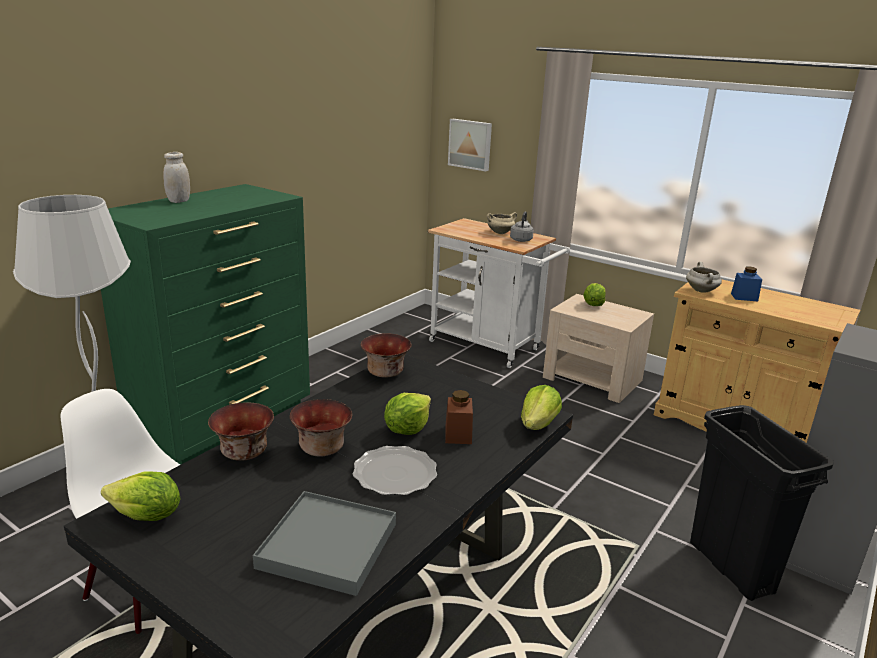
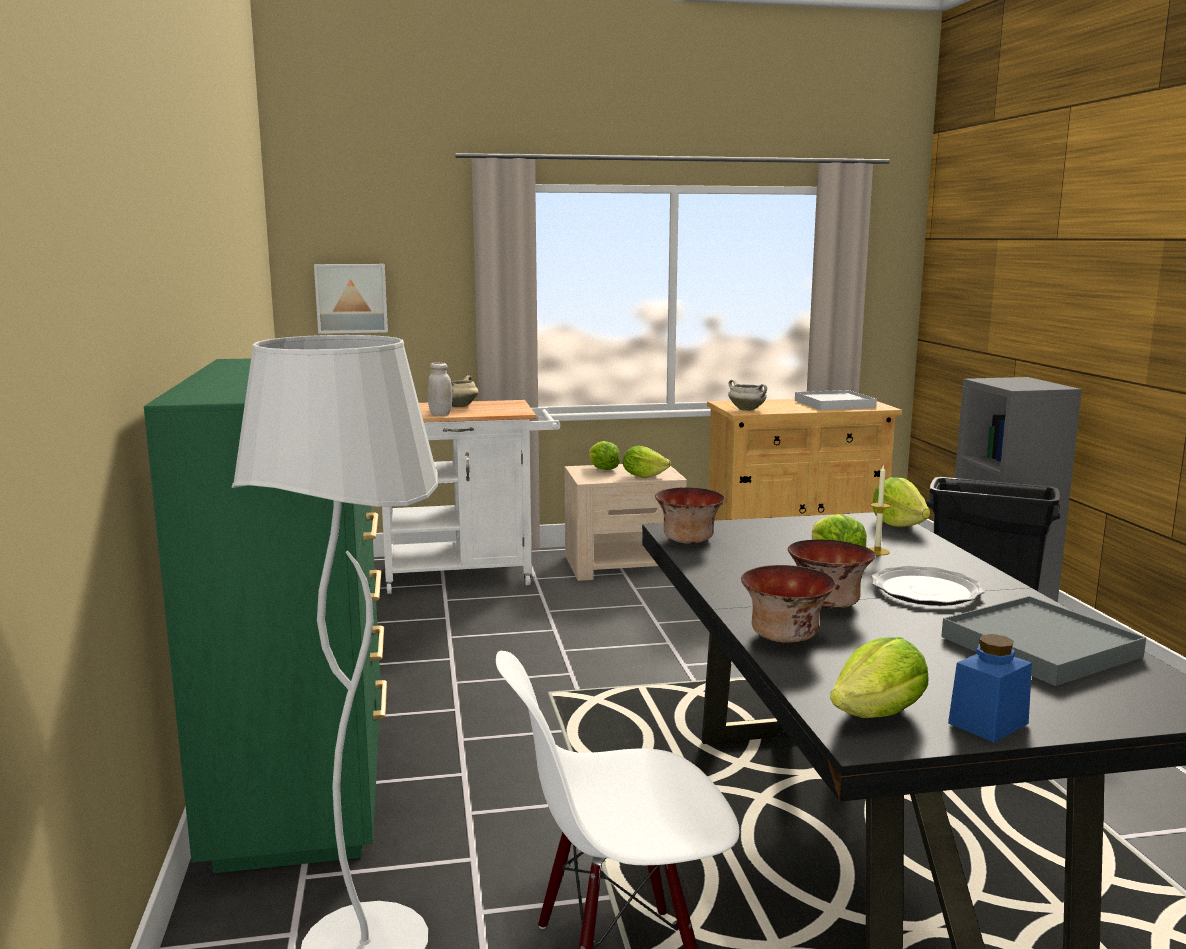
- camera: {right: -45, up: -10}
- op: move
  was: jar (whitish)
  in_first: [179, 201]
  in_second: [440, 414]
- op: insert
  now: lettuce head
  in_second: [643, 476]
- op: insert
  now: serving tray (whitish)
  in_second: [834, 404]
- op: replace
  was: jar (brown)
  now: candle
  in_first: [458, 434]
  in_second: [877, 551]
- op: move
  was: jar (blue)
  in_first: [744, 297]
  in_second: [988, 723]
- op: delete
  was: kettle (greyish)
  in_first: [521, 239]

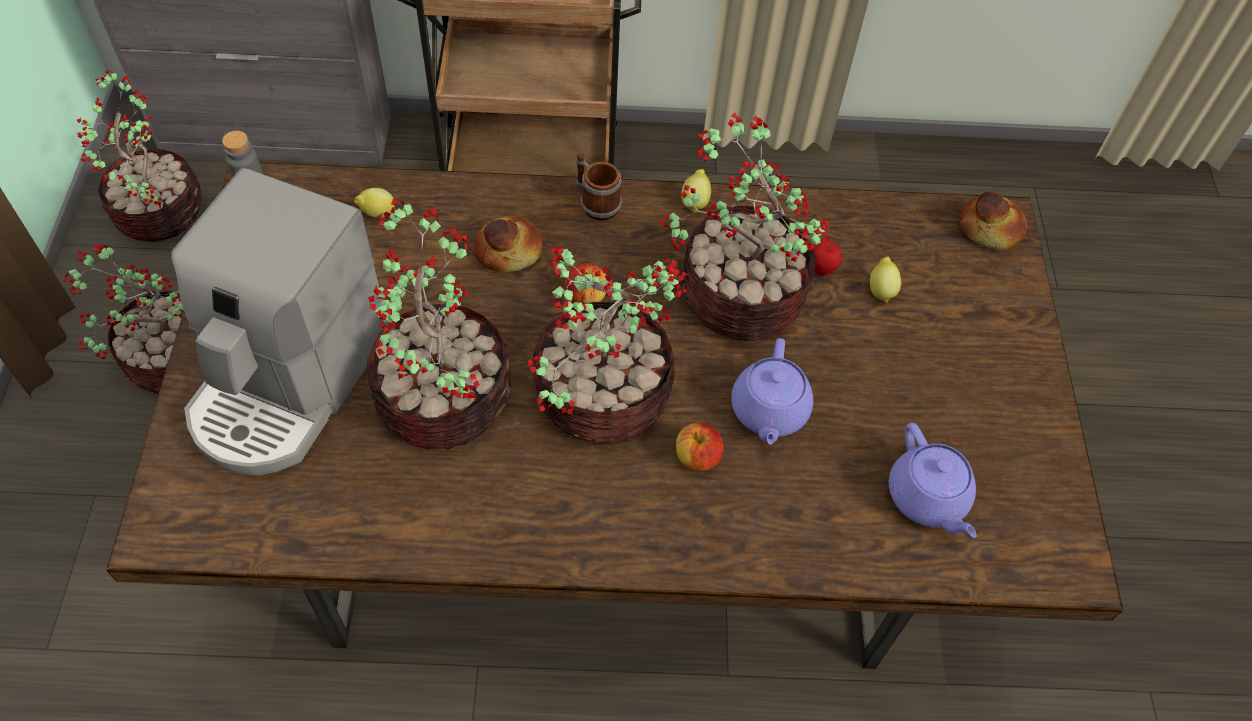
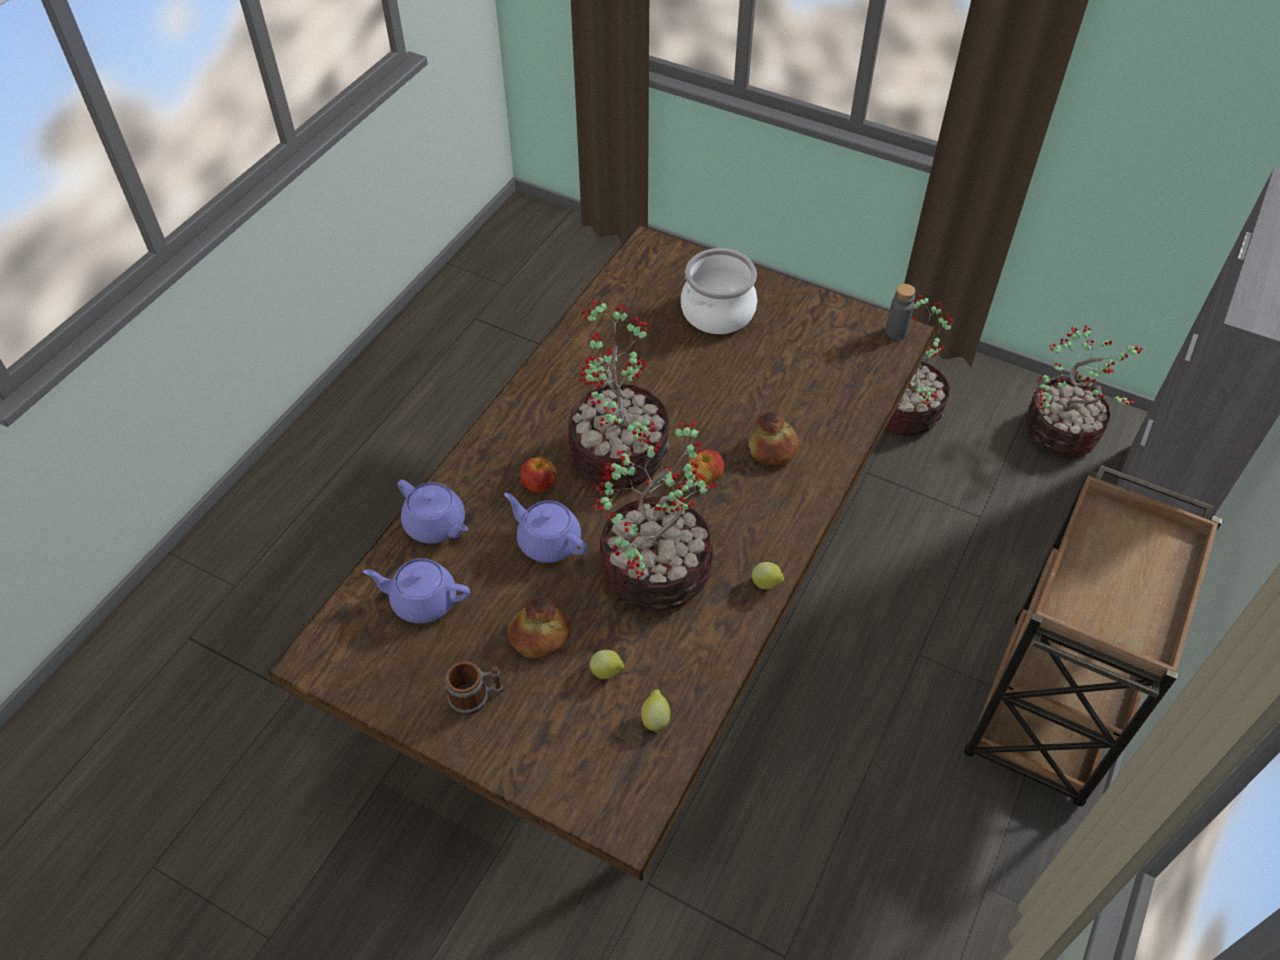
- camera: {right: 120, up: -5}
- op: insert
  now: pot for tea (purplish)
  in_second: [436, 525]
- op: move
  was: mug
  in_first: [595, 202]
  in_second: [476, 697]
- op: move
  was: bakery bread
  in_first: [989, 230]
  in_second: [539, 635]
- op: move
  was: citrus fruit
  in_first: [377, 214]
  in_second: [655, 718]
- op: replace
  was: coffee machine
  now: cooking pot
  in_first: [289, 383]
  in_second: [718, 312]
- op: delete
  was: houseplant
  in_first: [443, 394]
- op: delete
  was: apple fruit
  in_first: [821, 270]

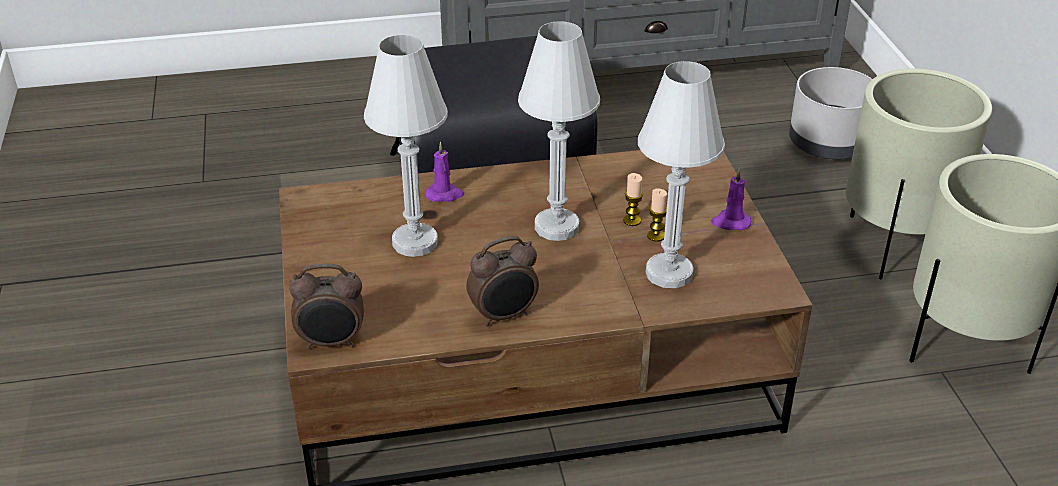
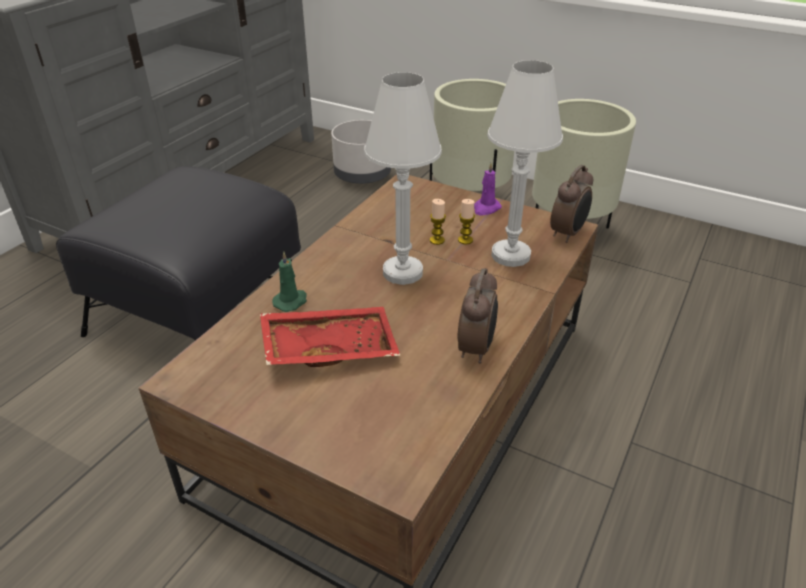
- camera: {right: -50, up: 0}
- op: replace
  was: table lamp (whitish)
  now: serving tray (reddish)
  in_first: [415, 242]
  in_second: [329, 347]
- op: recolor
  was: candle (purplish)
  now: candle (green)
  in_first: [444, 194]
  in_second: [291, 301]
- op: move
  was: bedside clock
  in_first: [332, 342]
  in_second: [568, 233]

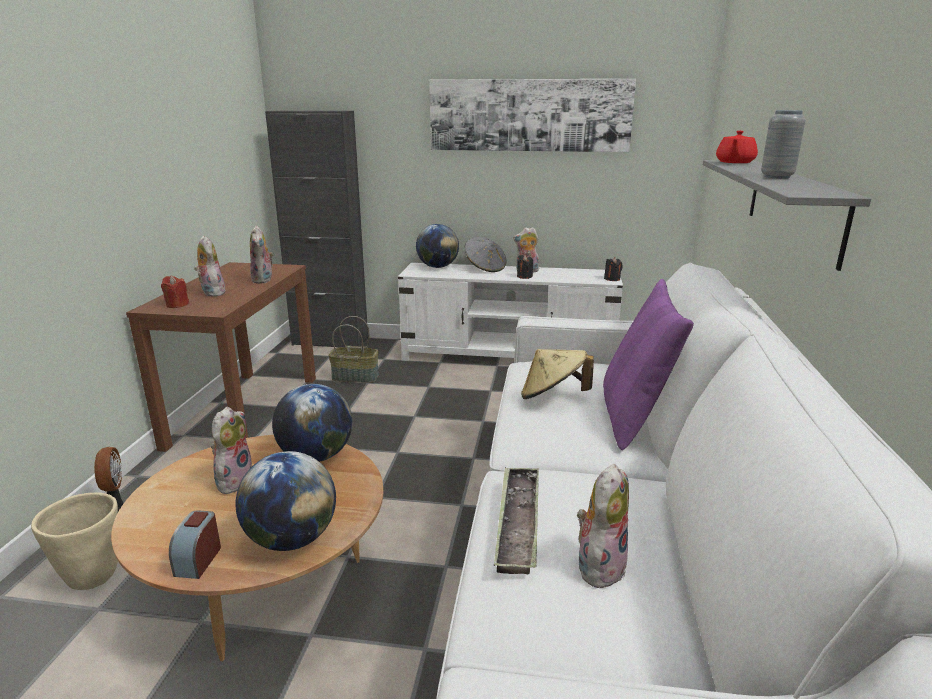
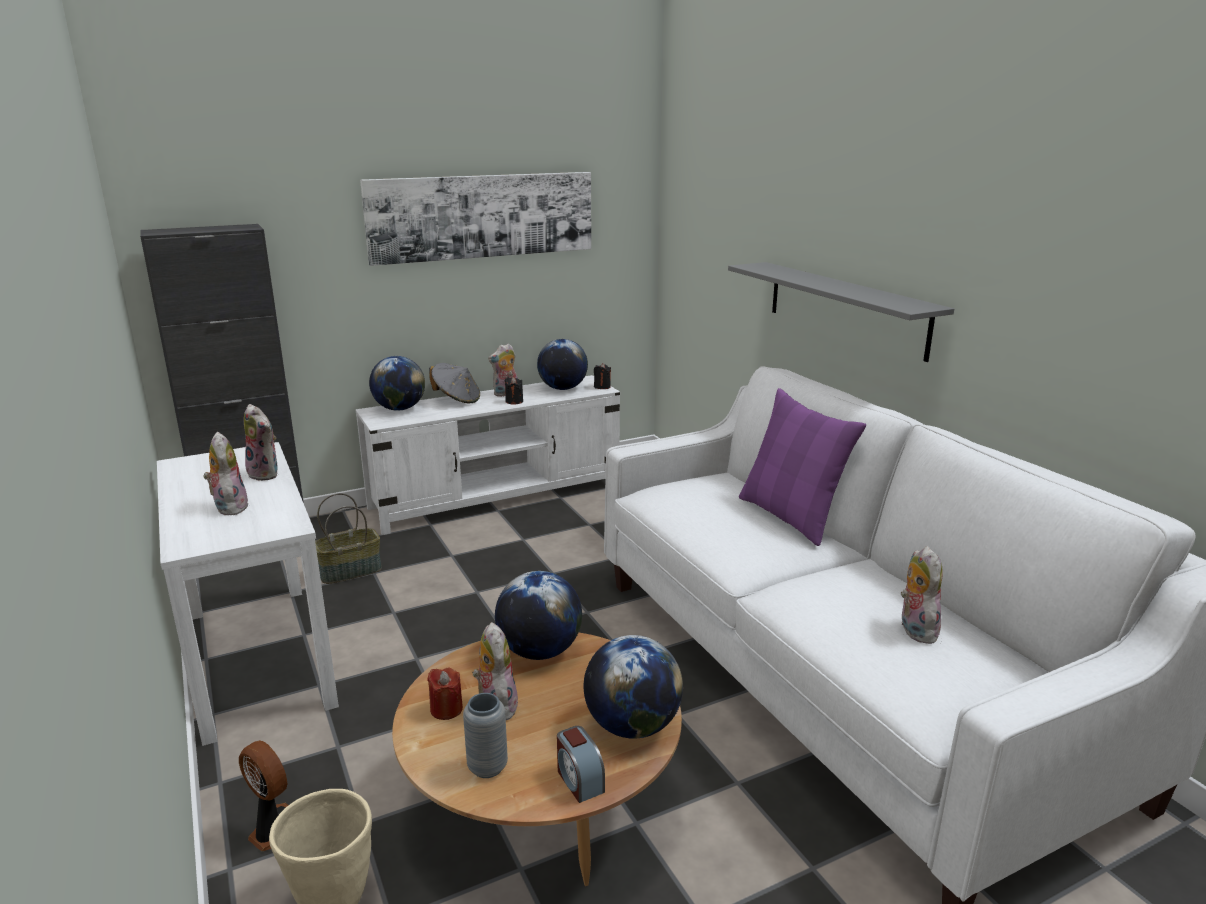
- camera: {right: -35, up: 0}
- op: recolor
  was: console table (brown)
  now: console table (whitish)
  in_first: [245, 410]
  in_second: [257, 655]
- op: rotate
  was: soft toy
  in_first: [211, 293]
  in_second: [229, 507]
  clockwise: 45
- op: move
  was: candle (reddish)
  in_first: [177, 305]
  in_second: [446, 709]
- op: move
  was: decorative vase (greyish)
  in_first: [777, 177]
  in_second: [487, 767]
- op: insert
  now: world globe
  in_second: [562, 388]
- op: delete
  was: serving tray
  in_first: [518, 523]
- op: delete
  was: hat (sand-coloured)
  in_first: [553, 396]
- op: delete
  was: pot for tea (reddish)
  in_first: [734, 162]

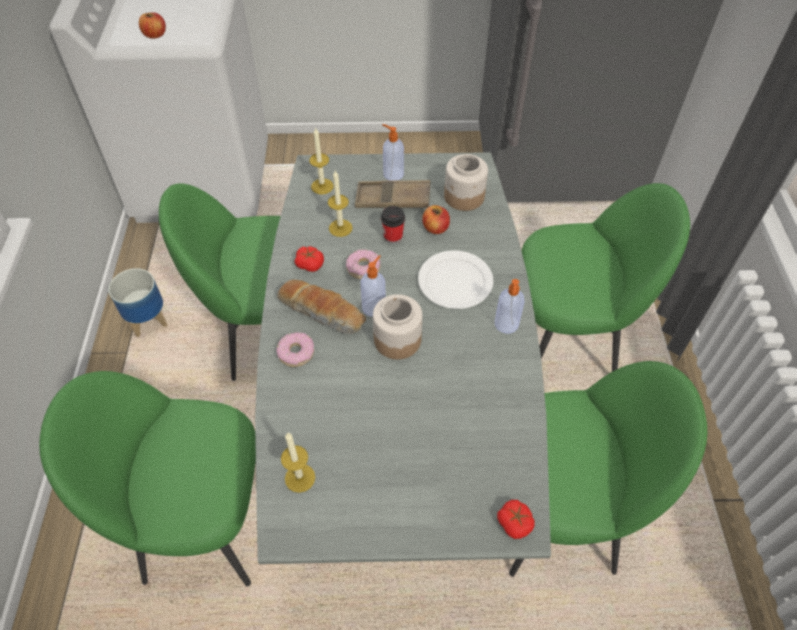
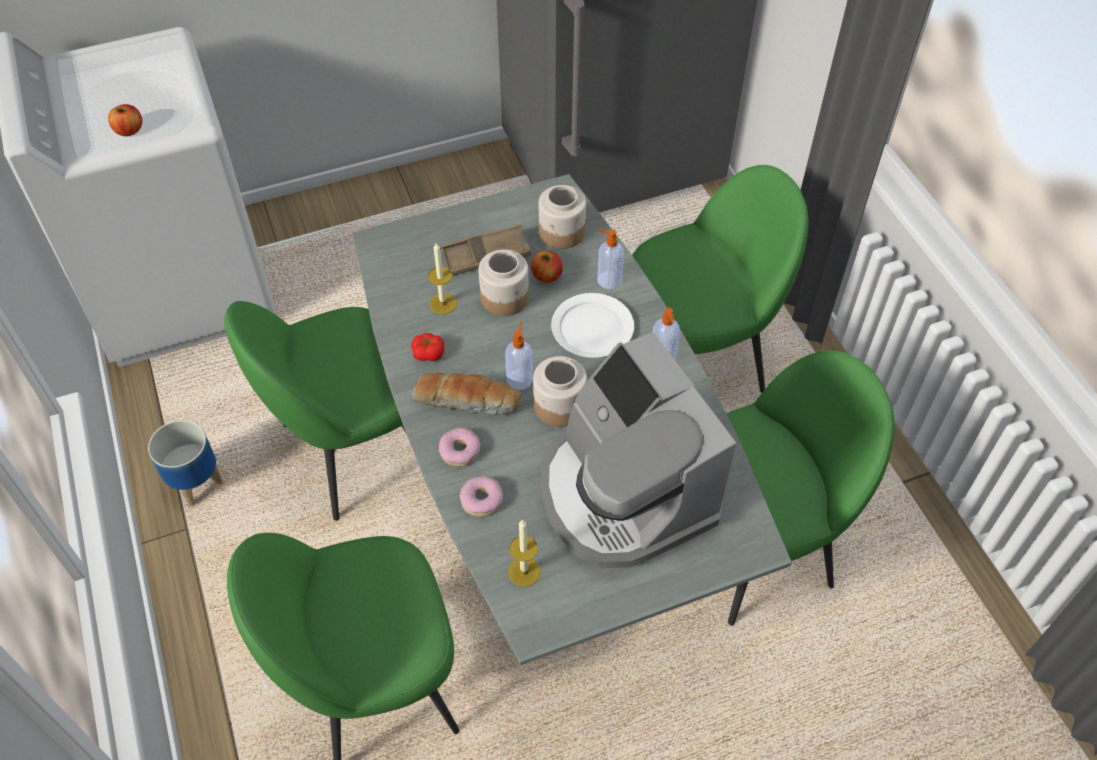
- camera: {right: -20, up: 0}
- op: move
  was: donut
  in_first: [363, 268]
  in_second: [482, 500]
- op: replace
  was: small cup
  now: jar
  in_first: [393, 237]
  in_second: [505, 298]
- op: insert
  now: coffee machine
  in_second: [623, 493]
- op: move
  was: liquid soap bottle
  in_first: [392, 174]
  in_second: [608, 280]
- op: delete
  was: candle
  in_first: [322, 186]
- op: delete
  was: tomato
  in_first: [514, 522]

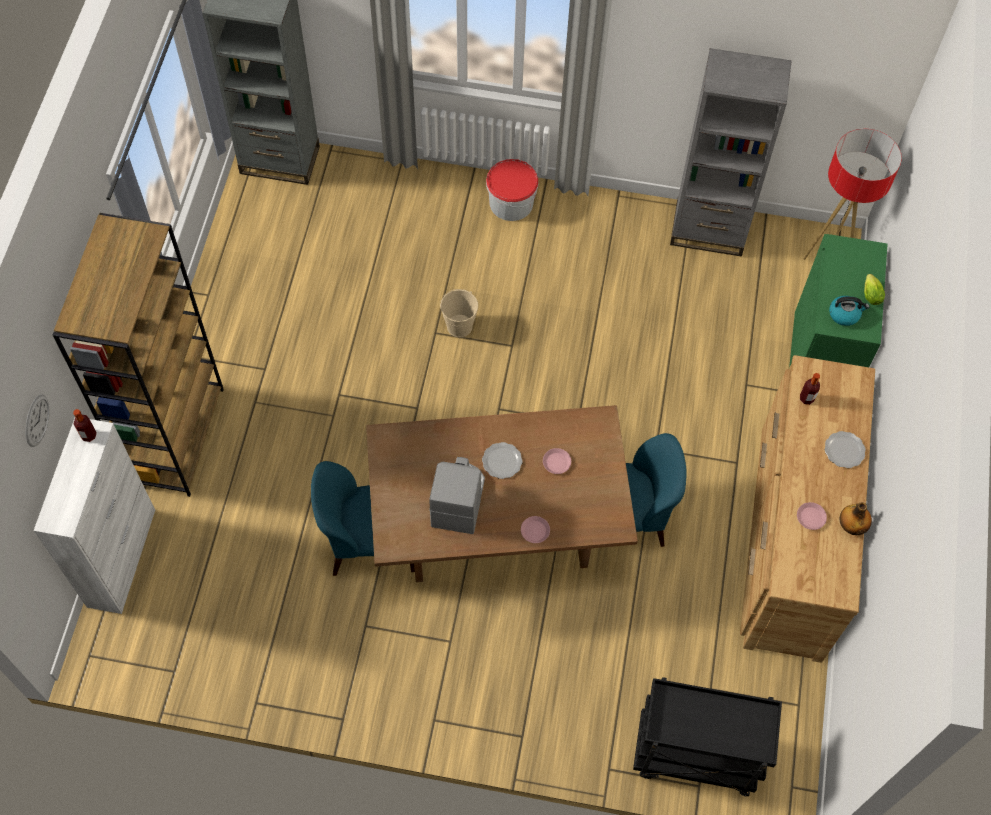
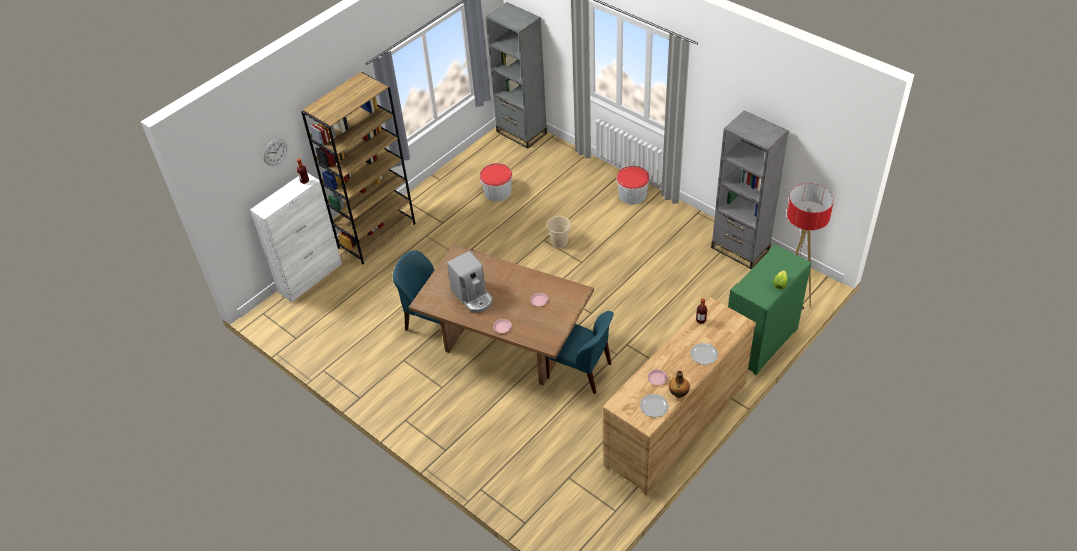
- camera: {right: 35, up: -15}
- op: rotate
  was: coffee machine
  in_first: [458, 500]
  in_second: [473, 296]
  clockwise: 105
- op: insert
  now: bucket
  in_second: [497, 192]
- op: move
  was: flat dish
  in_first: [502, 461]
  in_second: [654, 406]
- op: delete
  was: wheeled cart (blackish)
  in_first: [693, 757]
- op: delete
  was: kettle
  in_first: [844, 314]

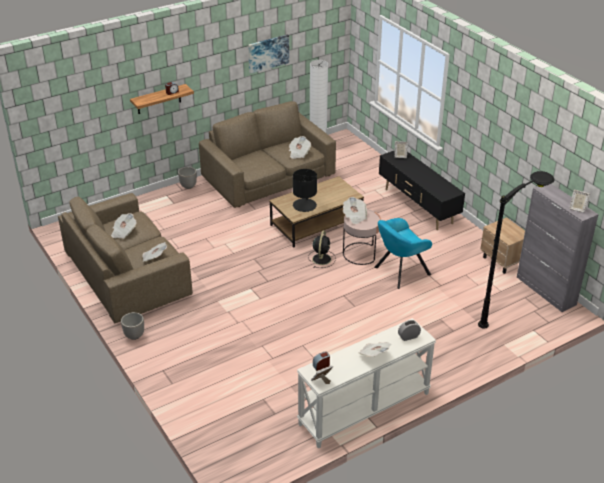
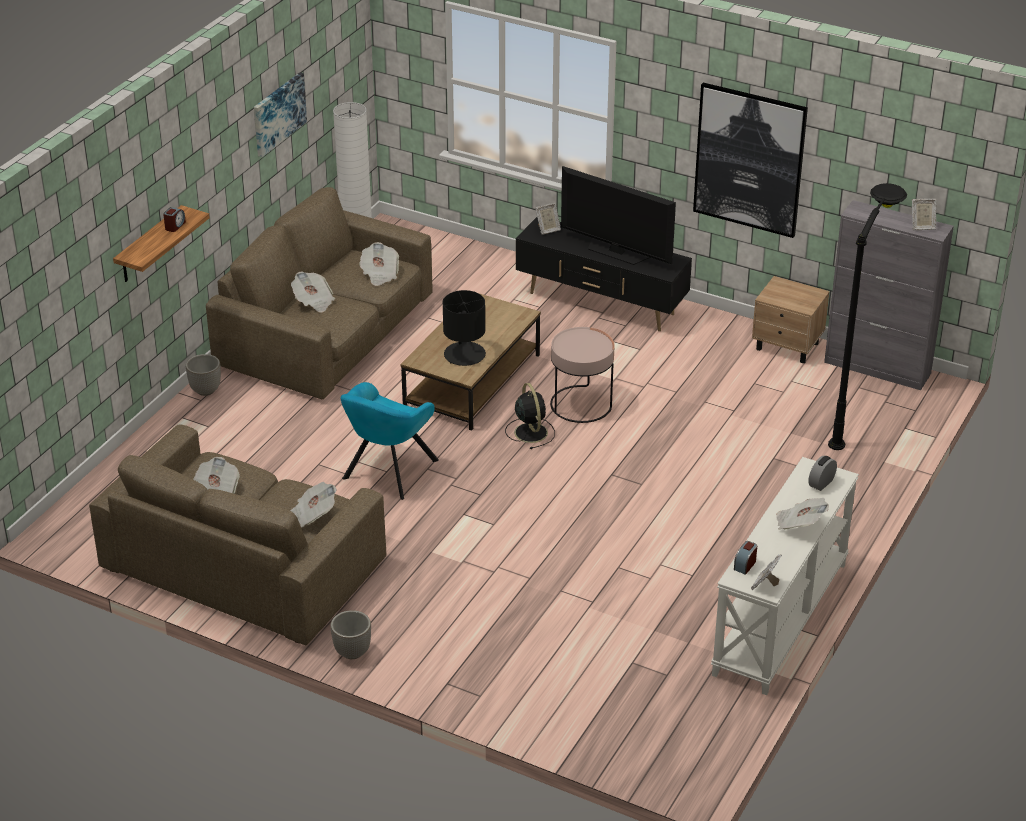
- camera: {right: -30, up: 0}
- op: move
  was: daily paper
  in_first: [354, 216]
  in_second: [313, 301]
- op: move
  was: lounge chair (blue-green)
  in_first: [400, 272]
  in_second: [387, 472]
- op: insert
  now: TV set
  in_second: [616, 252]
- op: insert
  now: wall picture
  in_second: [749, 159]

